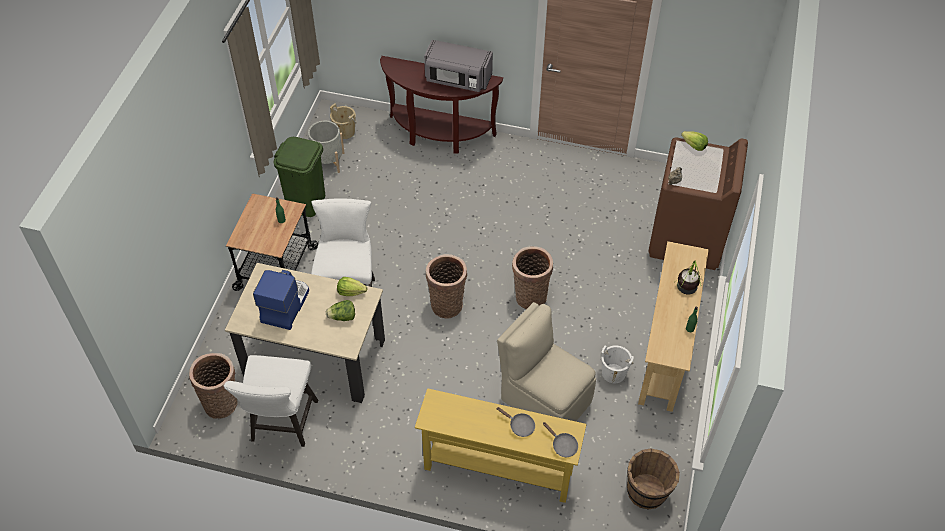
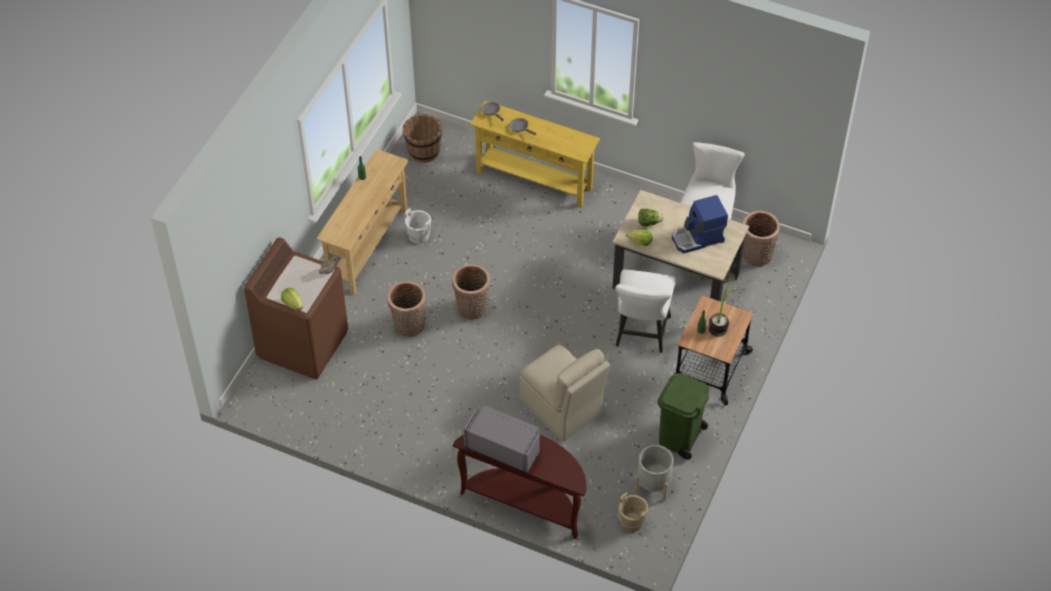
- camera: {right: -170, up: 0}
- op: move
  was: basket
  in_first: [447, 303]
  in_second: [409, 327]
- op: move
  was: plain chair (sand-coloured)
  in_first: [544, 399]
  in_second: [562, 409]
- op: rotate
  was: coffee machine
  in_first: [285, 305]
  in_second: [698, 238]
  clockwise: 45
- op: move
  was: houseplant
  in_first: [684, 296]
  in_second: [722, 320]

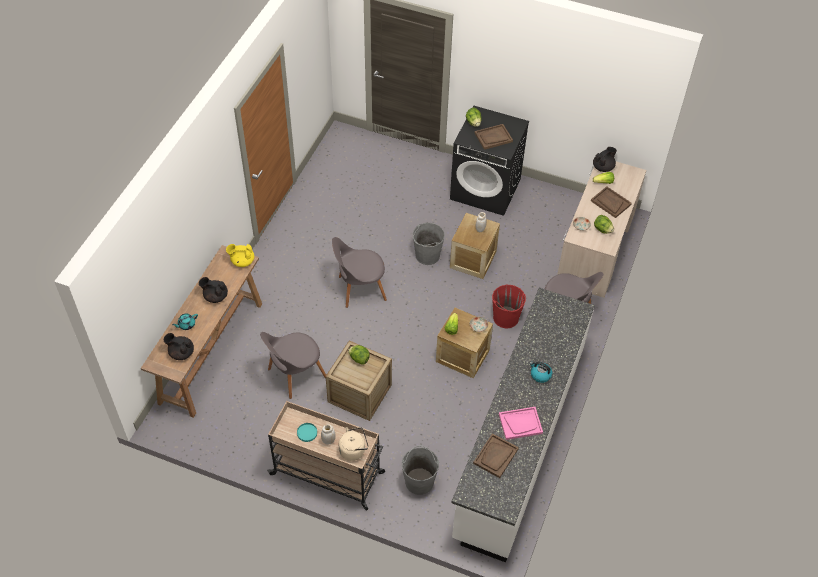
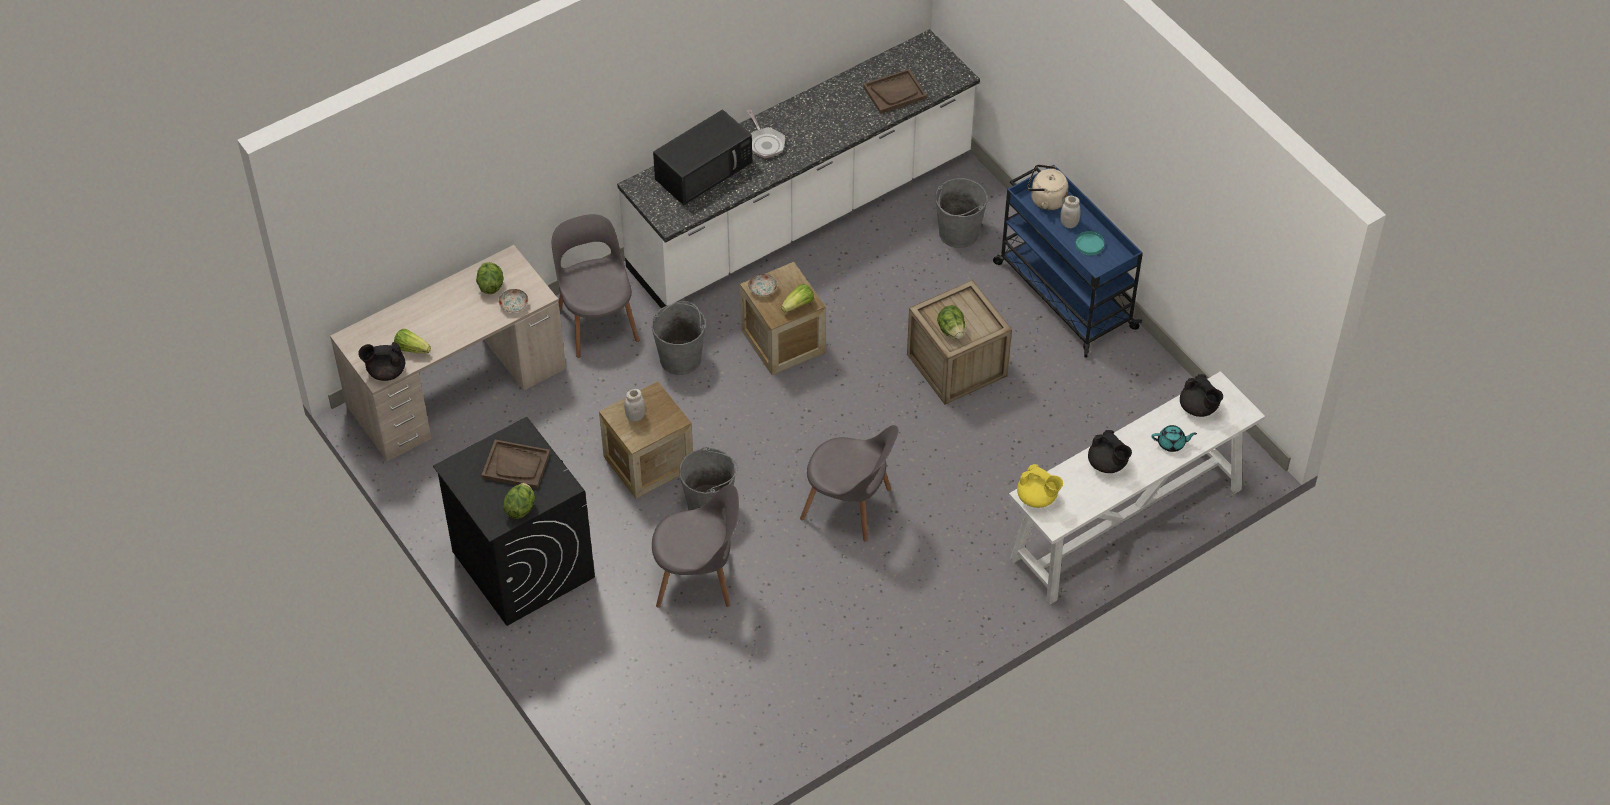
- camera: {right: -145, up: 0}
- op: recolor
  was: bucket (reddish)
  now: bucket (greyish)
  in_first: [506, 318]
  in_second: [680, 358]
- op: move
  was: plain chair (greyish)
  in_first: [295, 374]
  in_second: [698, 577]
- op: insert
  now: microwave (blackish)
  in_second: [704, 170]
- op: replace
  was: kettle
  now: pan
  in_first: [540, 375]
  in_second: [765, 143]
- op: recolor
  was: wheeled cart (sand-coloured)
  now: wheeled cart (blue)
  in_first: [328, 474]
  in_second: [1063, 294]
- op: recolor
  was: console table (brown)
  now: console table (whitish)
  in_first: [212, 351]
  in_second: [1125, 525]
- op: delete
  was: serving tray (pink)
  in_first: [520, 423]
- op: delete
  was: serving tray (brown)
  in_first: [610, 203]

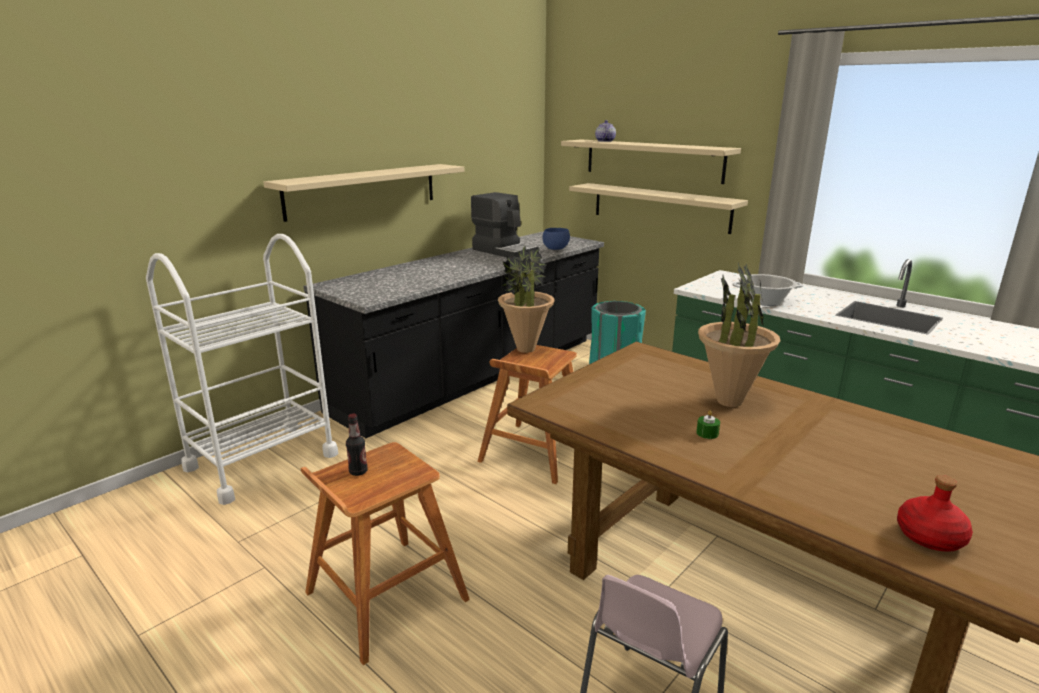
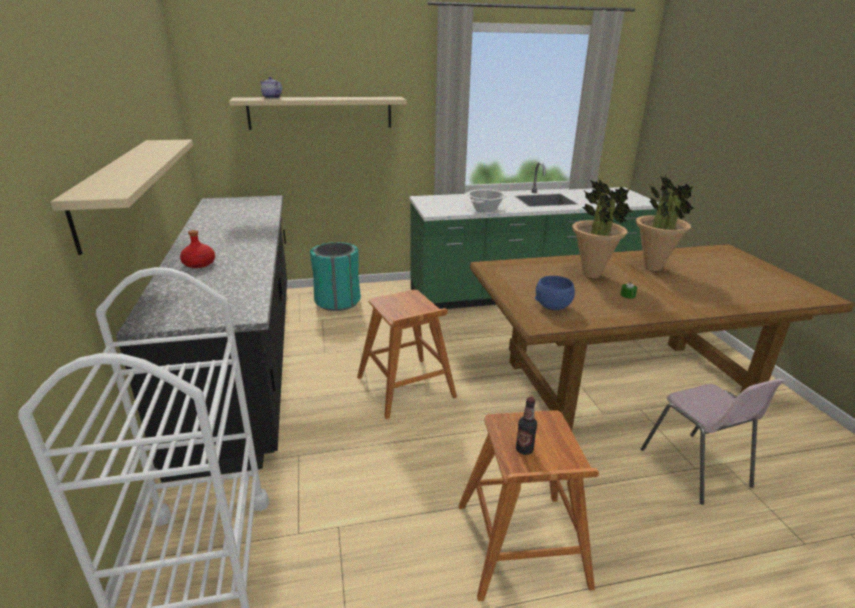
- camera: {right: -55, up: 5}
- op: move
  was: beverage bottle (reddish)
  in_first: [930, 537]
  in_second: [199, 264]
- op: move
  was: deep dish (blue)
  in_first: [555, 249]
  in_second: [553, 306]
- op: move
  was: houseplant
  in_first: [525, 349]
  in_second: [653, 268]
- op: delete
  was: coffee machine
  in_first: [504, 251]
- op: delete
  was: bracket shelf (sand-coloured)
  in_first: [660, 207]

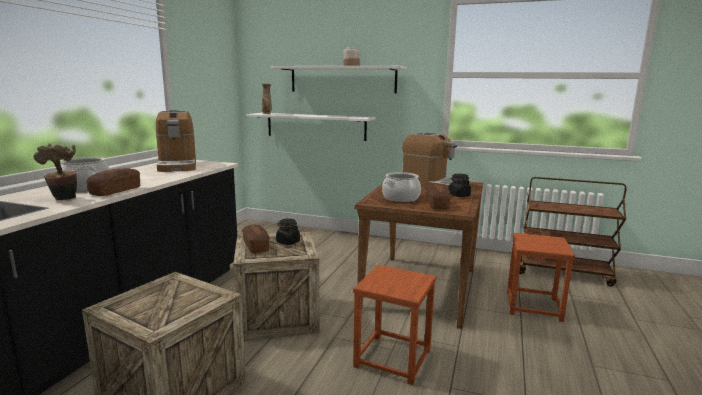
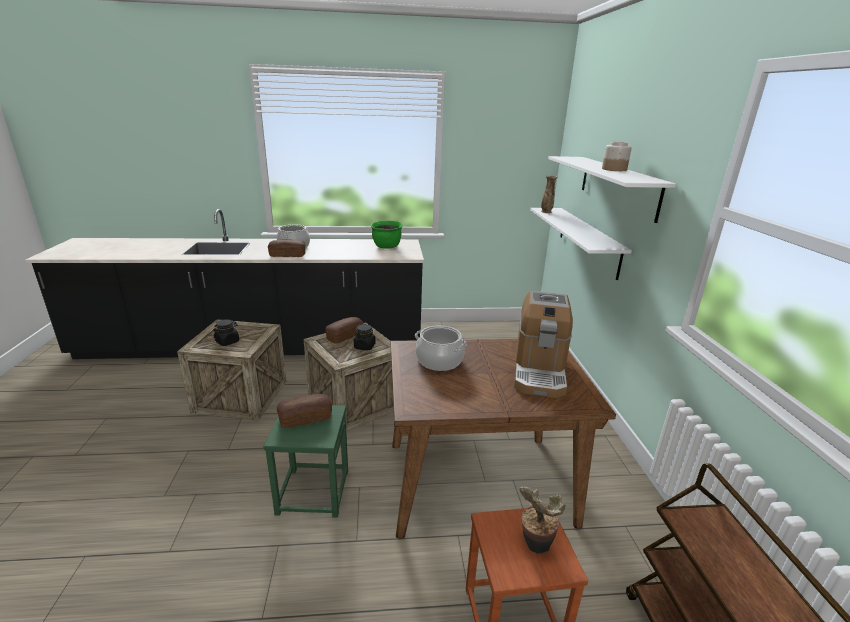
- camera: {right: 65, up: 10}
- op: move
  was: jar (blackish)
  in_first: [459, 195]
  in_second: [227, 342]
- op: recolor
  was: sitting stool (brown)
  now: sitting stool (green)
  in_first: [392, 359]
  in_second: [312, 492]
- op: move
  was: bakery bread
  in_first: [437, 204]
  in_second: [305, 418]
- op: replace
  was: coffee machine
  now: cooking pot (green)
  in_first: [178, 165]
  in_second: [386, 247]
- op: move
  was: houseplant
  in_first: [64, 200]
  in_second: [534, 545]

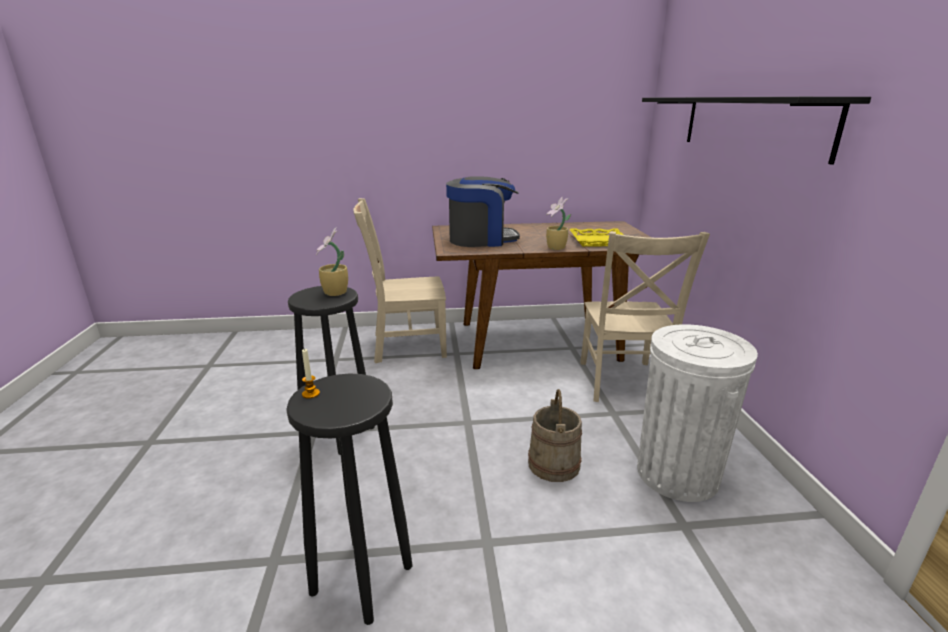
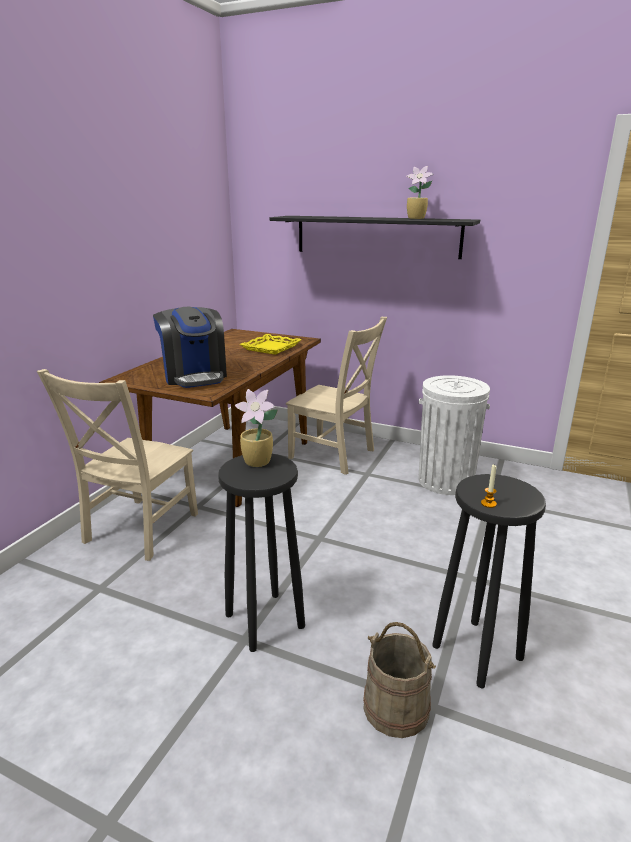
- camera: {right: -60, up: 0}
- op: rotate
  was: coffee machine
  in_first: [481, 239]
  in_second: [194, 376]
  clockwise: 135
- op: move
  was: bucket (sand-coloured)
  in_first: [554, 464]
  in_second: [396, 707]
- op: move
  was: houseplant
  in_first: [556, 248]
  in_second: [417, 218]

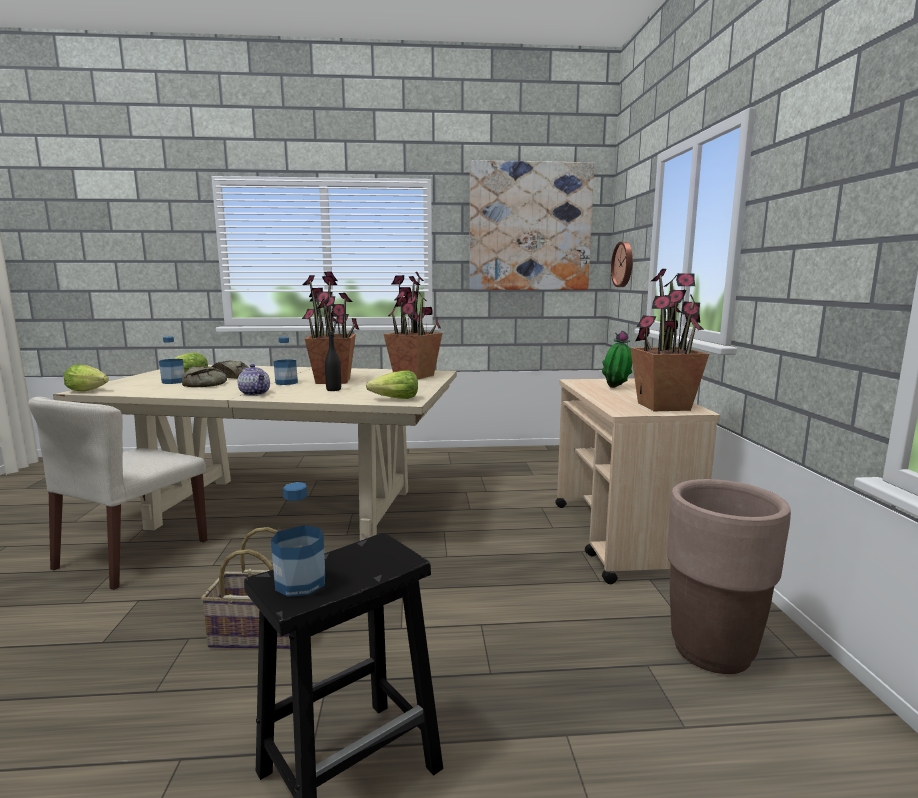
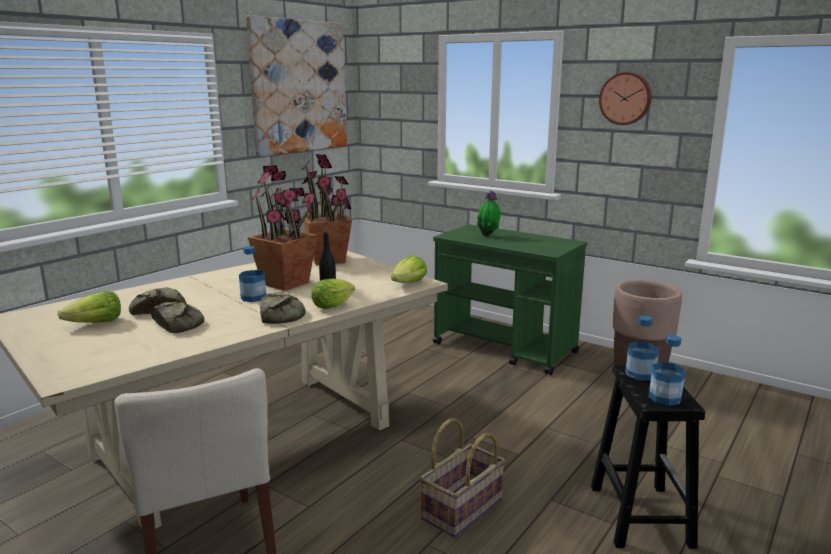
- camera: {right: -50, up: 5}
- op: replace
  was: pot for tea
  now: bakery bread
  in_first: [255, 393]
  in_second: [282, 315]
- op: move
  was: lettuce head
  in_first: [89, 391]
  in_second: [334, 305]
- op: recolor
  was: wheeled cart (sand-coloured)
  now: wheeled cart (green)
  in_first: [619, 538]
  in_second: [505, 348]
- op: move
  was: wall clock
  in_first: [624, 264]
  in_second: [625, 98]
- op: move
  was: beverage bottle
  in_first: [173, 382]
  in_second: [640, 374]
- op: delete
  was: houseplant
  in_first: [664, 406]

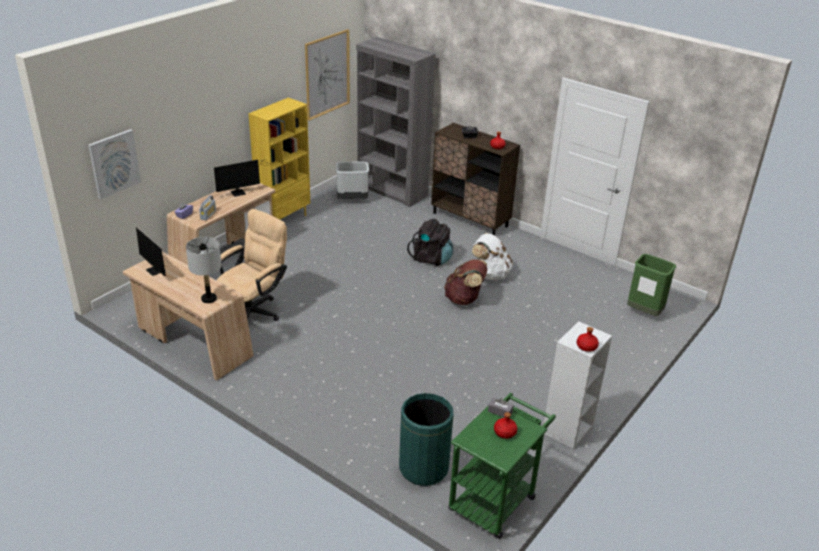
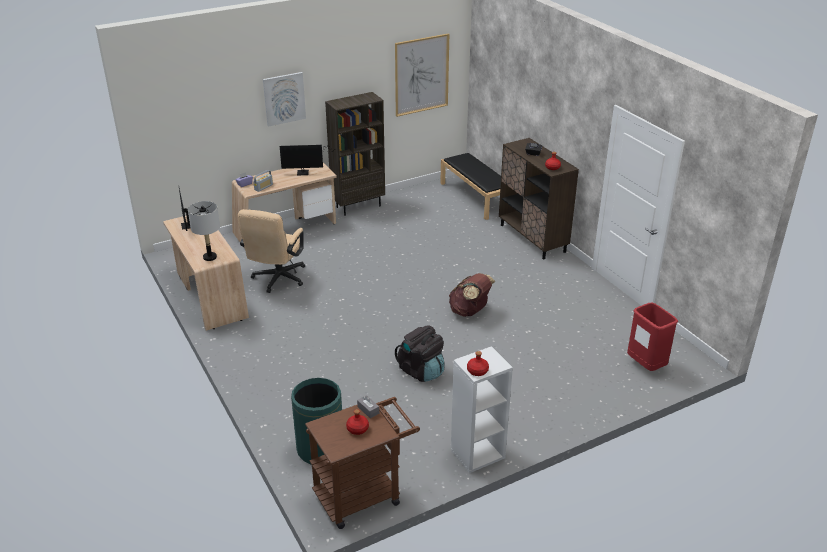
- camera: {right: 25, up: 0}
- op: rotate
  was: office chair (sand-coloured)
  in_first: [254, 311]
  in_second: [277, 280]
  clockwise: 135
- op: move
  was: wall picture
  in_first: [114, 163]
  in_second: [284, 98]
- op: recolor
  was: wheeled cart (green)
  now: wheeled cart (brown)
  in_first: [496, 498]
  in_second: [364, 494]
- op: recolor
  was: bookshelf (yellowish)
  now: bookshelf (brown)
  in_first: [284, 219]
  in_second: [358, 206]
- op: move
  was: knapsack (blackish)
  in_first: [431, 259]
  in_second: [421, 371]
- op: replace
  was: bookshelf (greyish)
  now: bench (blackish)
  in_first: [392, 190]
  in_second: [476, 197]
- op: recolor
  was: trash can (green)
  now: trash can (reddish)
  in_first: [644, 312]
  in_second: [645, 365]
- op: delete
  was: trash can (greyish)
  in_first: [352, 200]
- op: delete
  was: knapsack (whitish)
  in_first: [490, 275]

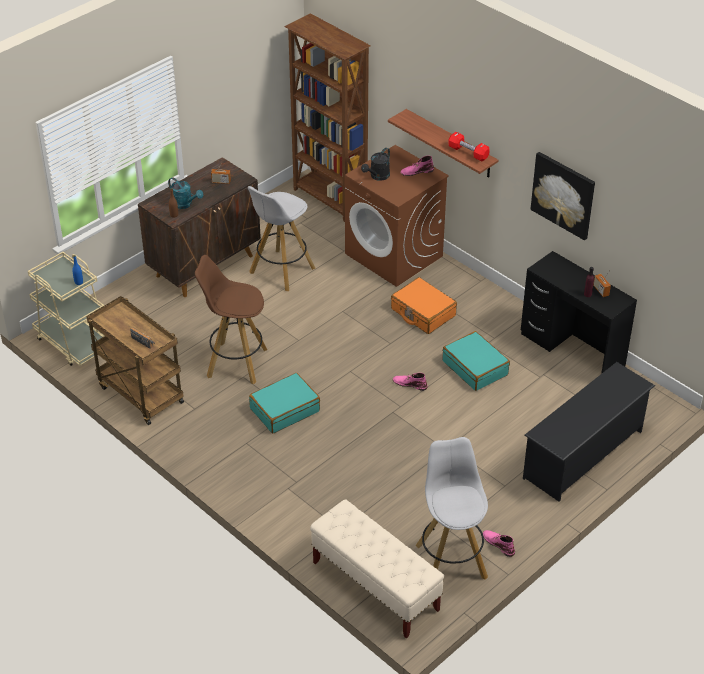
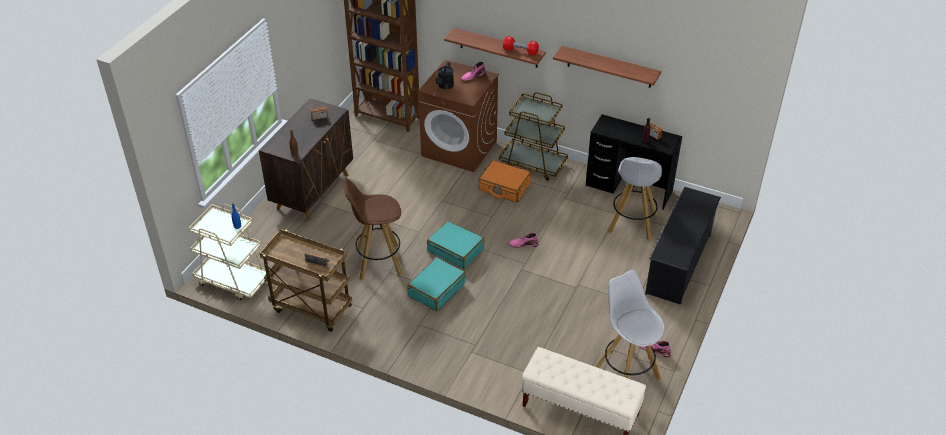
- camera: {right: -20, up: 0}
- op: move
  was: piece of luggage (blue-green)
  in_first: [475, 368]
  in_second: [456, 250]
- op: insert
  now: wheeled cart (brown)
  in_second: [533, 164]
- op: replace
  was: wall picture
  now: bracket shelf
  in_first: [563, 195]
  in_second: [609, 67]
- op: move
  was: sitting stool (whitish)
  in_first: [281, 271]
  in_second: [632, 224]
- op: delete
  was: watering pot (blue-green)
  in_first: [185, 204]

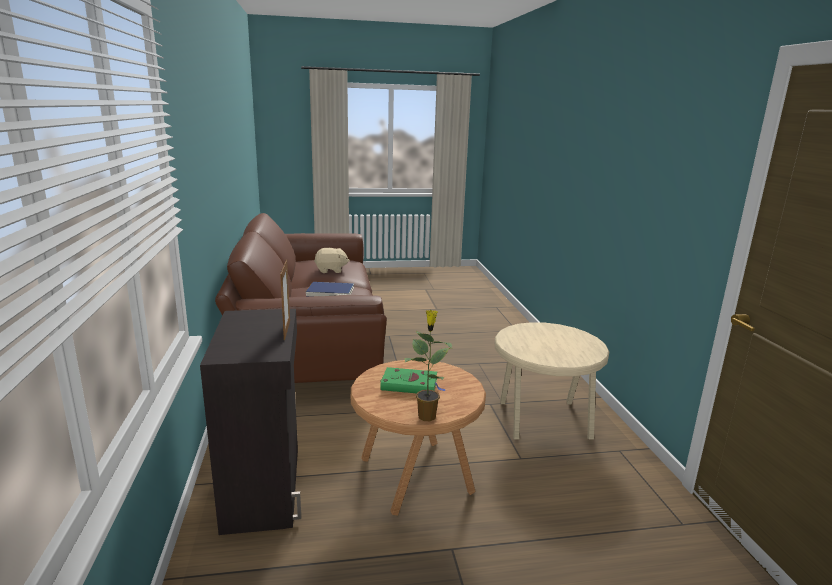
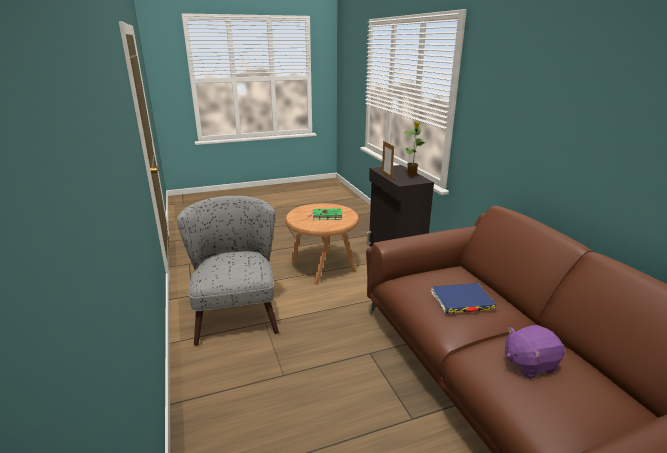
- camera: {right: 170, up: 5}
- op: replace
  was: end table (sand-coloured)
  now: lounge chair (greyish)
  in_first: [541, 419]
  in_second: [237, 311]
- op: move
  was: houseplant
  in_first: [427, 415]
  in_second: [412, 175]
- op: recolor
  was: soft toy (sand-coloured)
  now: soft toy (purplish)
  in_first: [331, 270]
  in_second: [529, 363]

